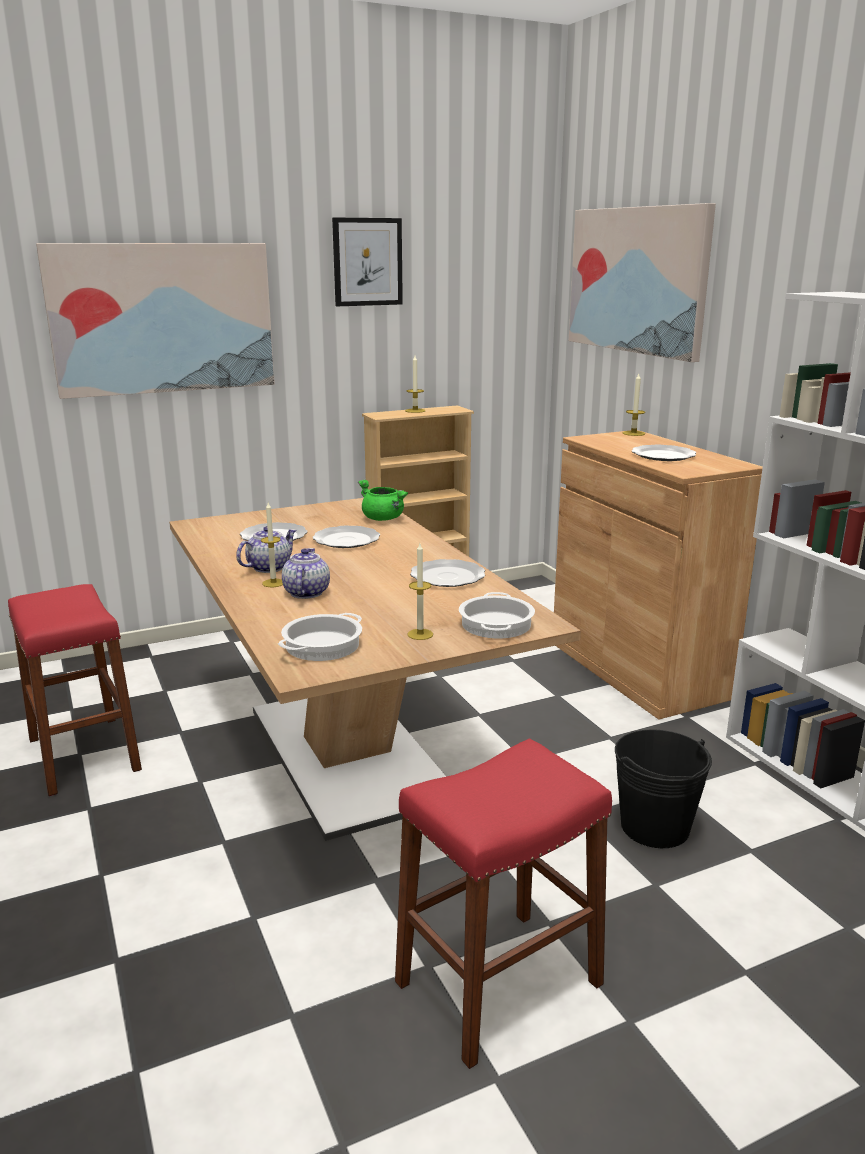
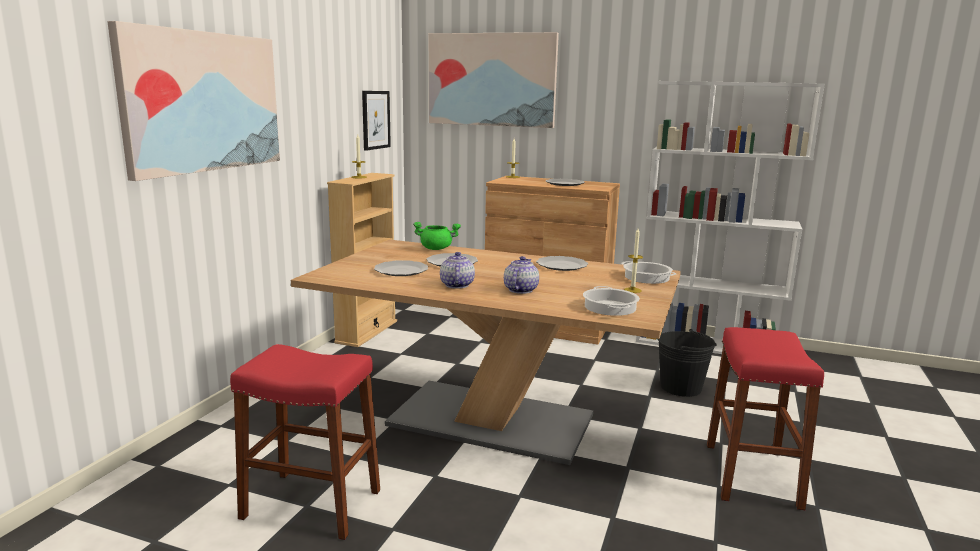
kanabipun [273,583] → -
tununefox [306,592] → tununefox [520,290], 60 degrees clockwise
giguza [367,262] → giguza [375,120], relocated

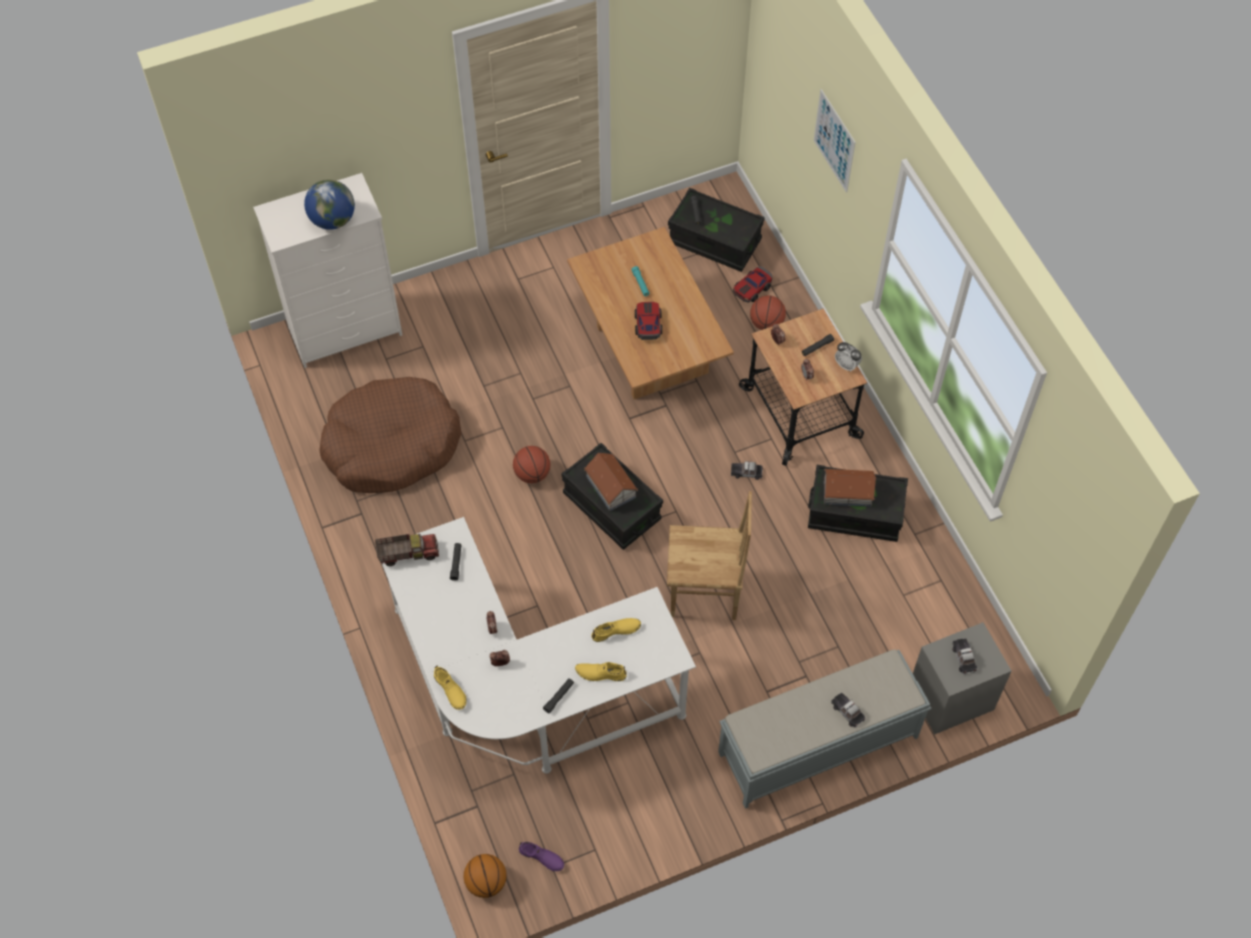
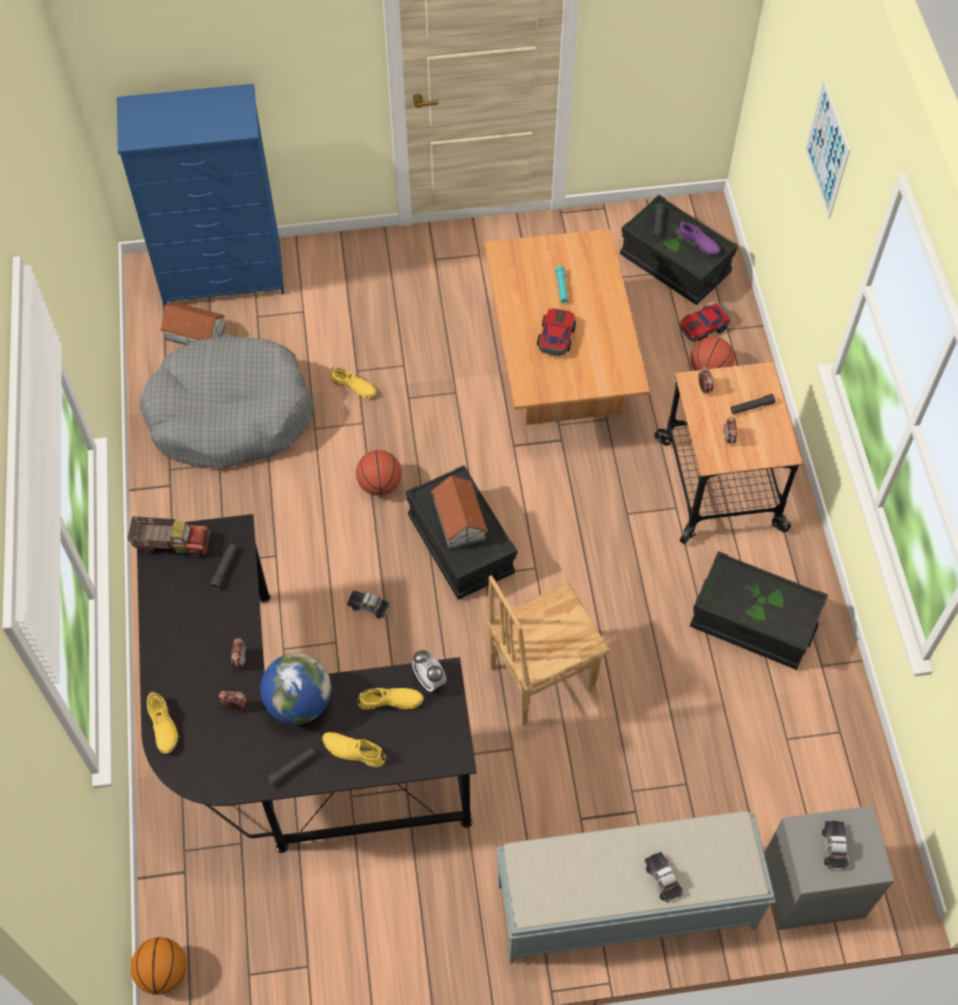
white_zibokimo [346,331] → blue_zibokimo [224,276]
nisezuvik [333,220] → nisezuvik [299,702], relocated
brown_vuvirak [391,445] → grey_vuvirak [230,415]
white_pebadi [524,692] → black_pebadi [286,744]
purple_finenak [541,858] → purple_finenak [698,243], relocated
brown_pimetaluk [705,594] → brown_pimetaluk [540,678], 135 degrees clockwise
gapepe [746,472] → gapepe [369,605], relocated
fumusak [848,492] → fumusak [196,333], relocated
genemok [846,365] → genemok [429,680], relocated
- → yellow_finenak [353,387]

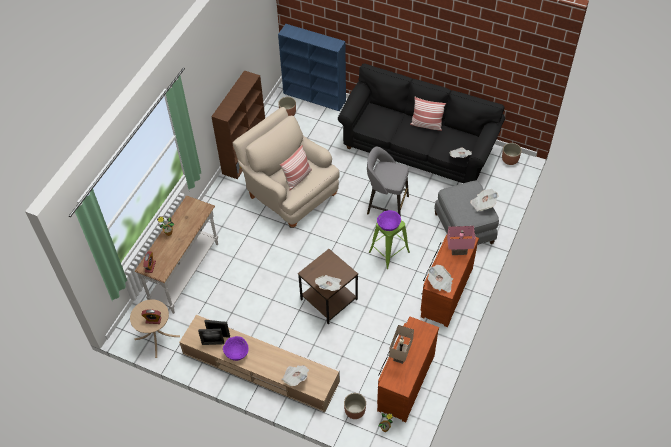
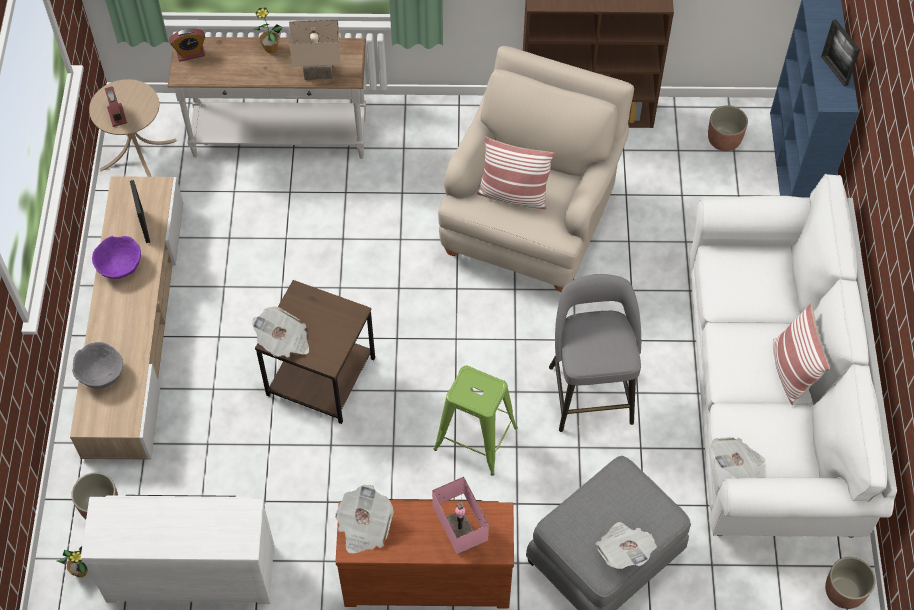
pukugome [213,343] → pukugome [834,70], relocated
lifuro [295,377] → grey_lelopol [101,373]
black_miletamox [418,148] → white_miletamox [769,399]
purple_lelopol [388,225] → -
brown_zibokimo [404,381] → white_zibokimo [191,569]
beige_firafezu [399,355] → beige_firafezu [319,71], relocated

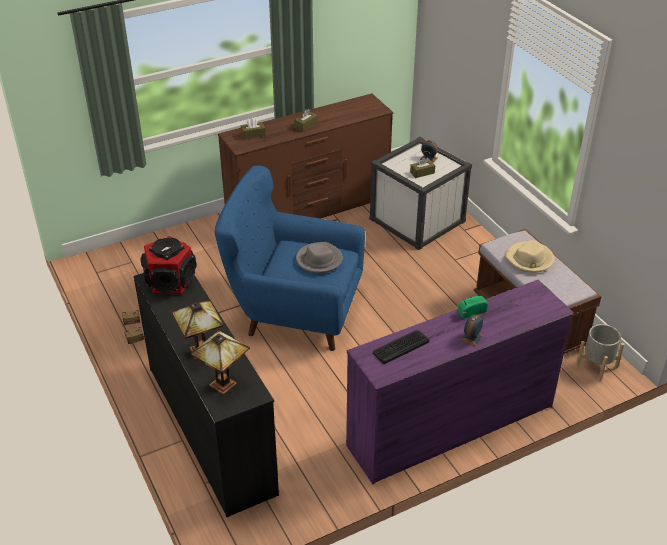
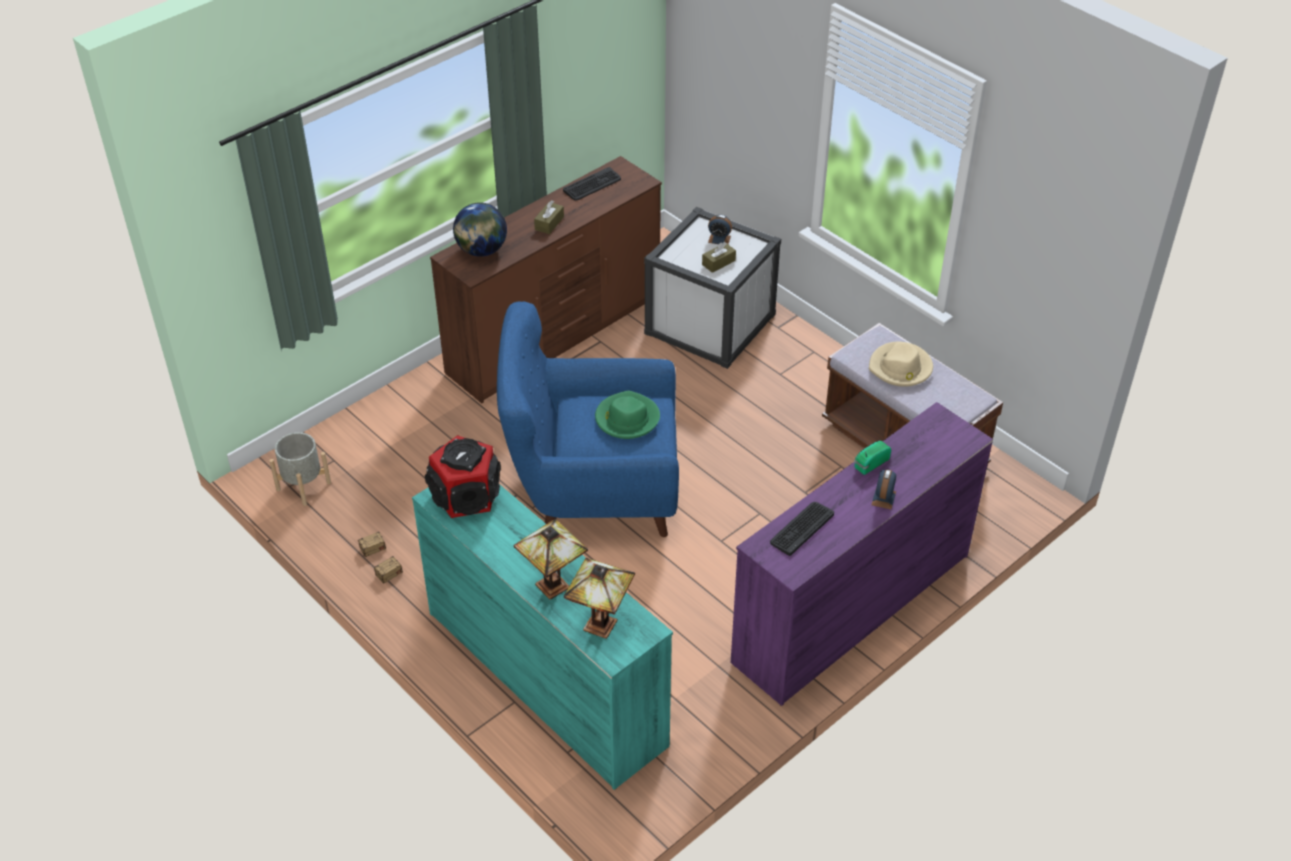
black_zibokimo [211,428] → turquoise_zibokimo [546,676]
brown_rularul [253,135] → nisezuvik [481,250]
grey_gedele [319,260] → green_gedele [627,418]
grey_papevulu [596,366] → grey_papevulu [303,486], relocated
- → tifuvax [592,185]

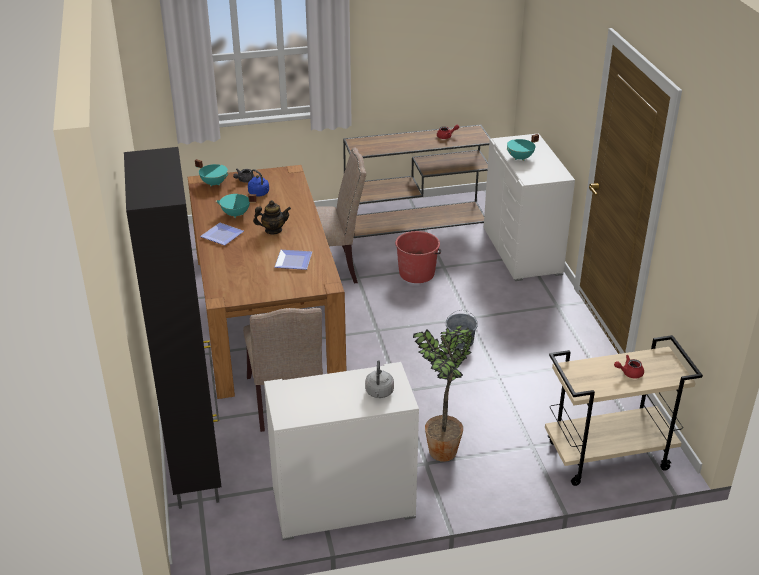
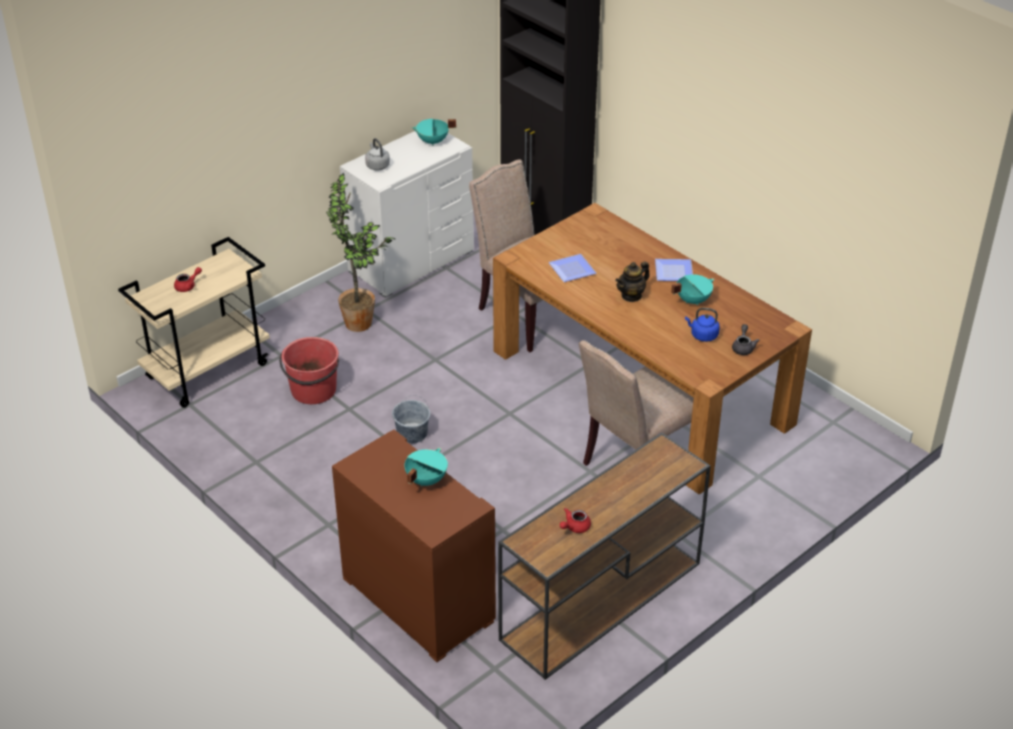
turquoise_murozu [214,183] → turquoise_murozu [433,142], relocated
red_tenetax [417,273] → red_tenetax [313,391], relocated
white_zibokimo [523,251] → brown_zibokimo [416,600]

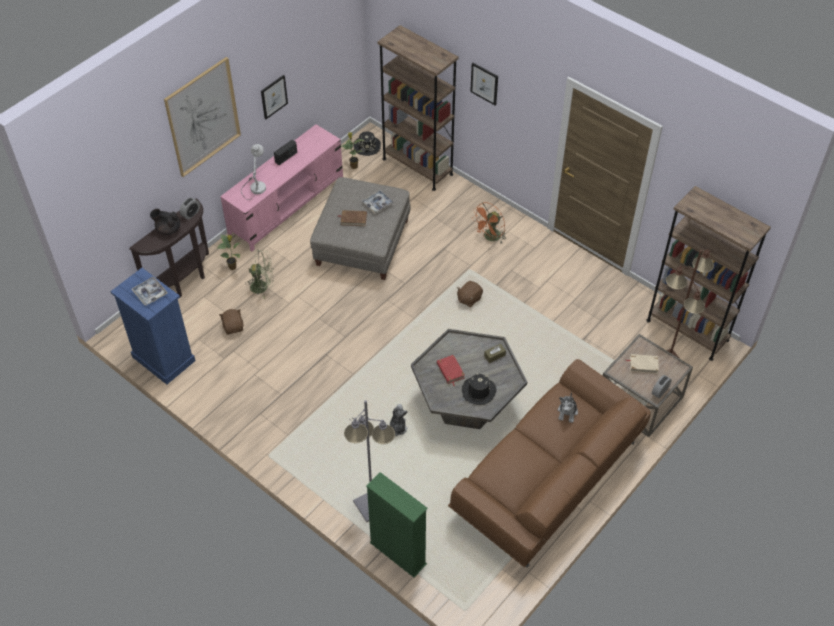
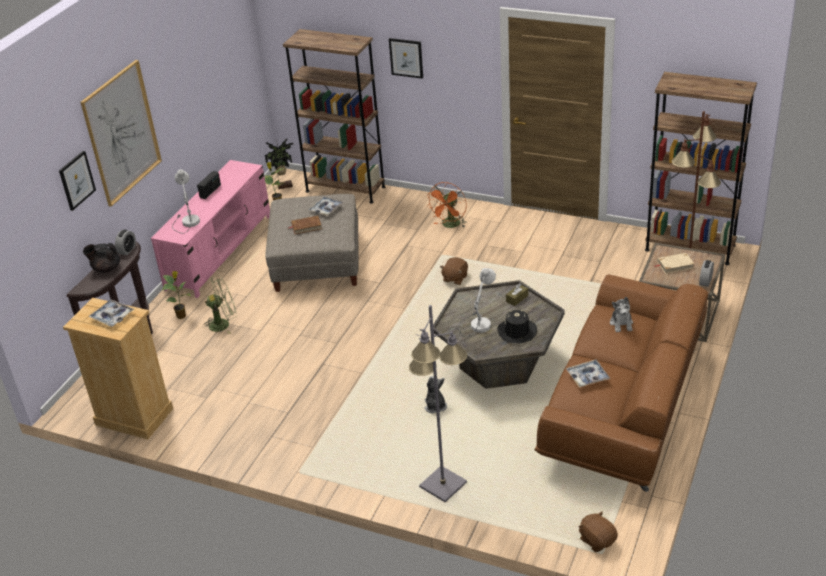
blue_zibokimo [163,359] → beige_zibokimo [134,417]
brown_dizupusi [233,327] → brown_dizupusi [597,540], relocated
giguza [274,96] → giguza [77,180], relocated
black_gedele [367,146] → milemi [284,186]
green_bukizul [398,553] → -
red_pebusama [450,371] → white_firafezu [477,323]
- → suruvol [587,377]

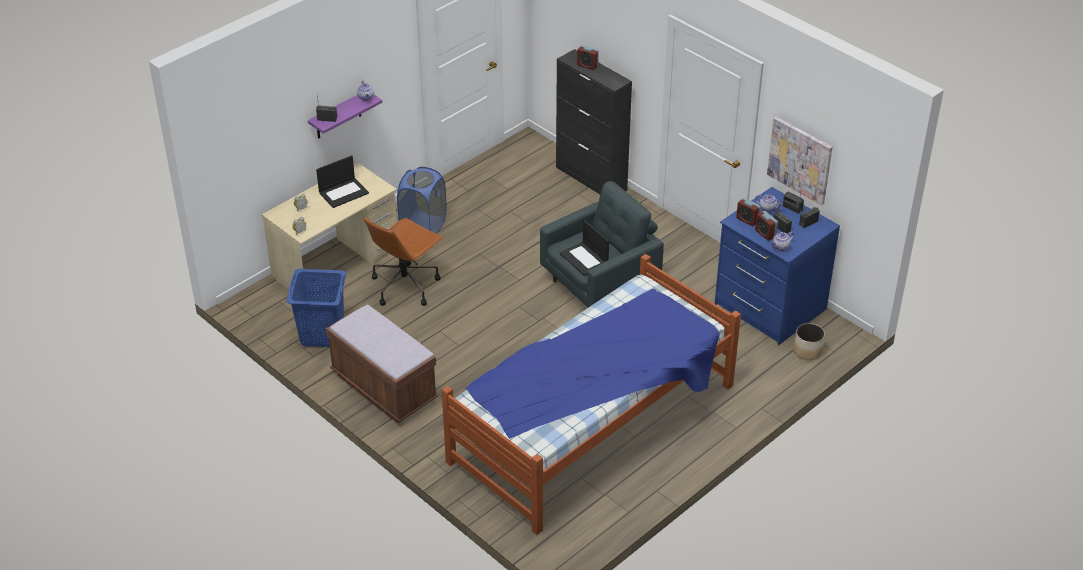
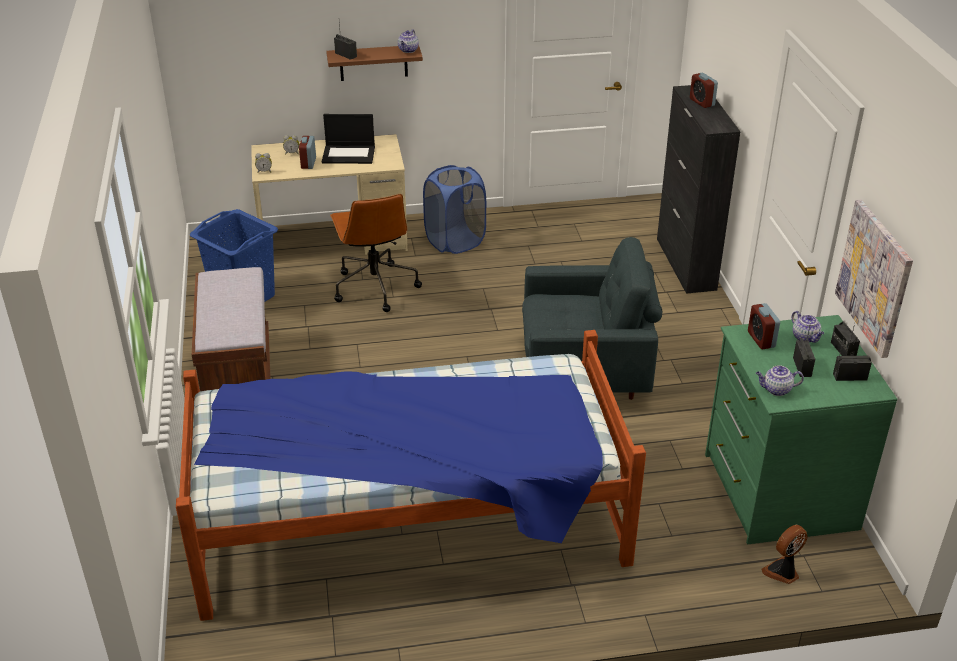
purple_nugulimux [338,115] → brown_nugulimux [373,63]
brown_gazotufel [405,285] → brown_gazotufel [374,287], 90 degrees counterclockwise
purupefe [584,259] → -
blue_zibokimo [769,307] → green_zibokimo [777,491]
genemok [765,234] → genemok [308,163], relocated
papevulu [807,351] → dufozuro [782,572]

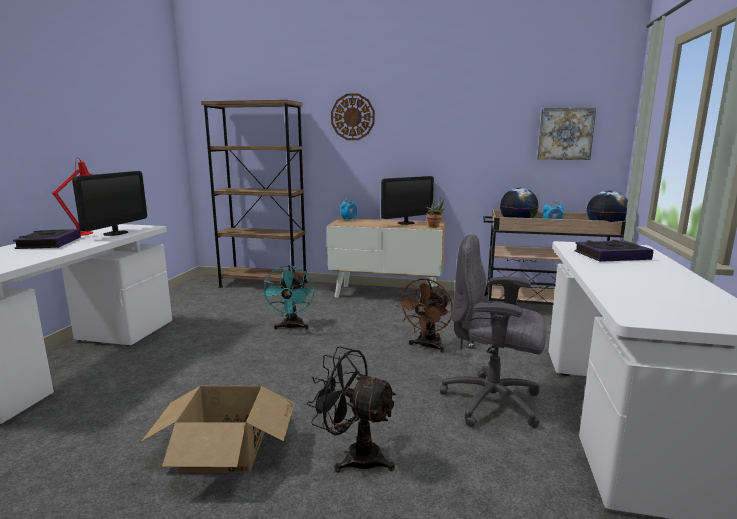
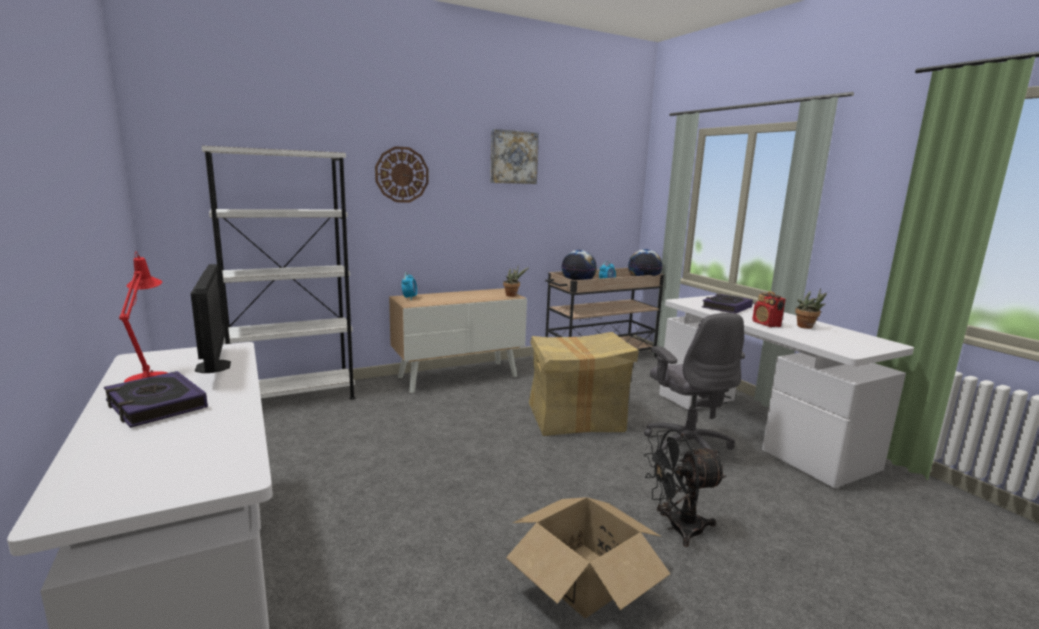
brown_bukizul [263,284] → white_bukizul [294,398]
turquoise_dufozuro [291,327] → -
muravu [406,223] → -
brown_dufozuro [427,346] → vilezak [576,418]
grey_gazotufel [493,403] → grey_gazotufel [687,447], 90 degrees counterclockwise
giguza [565,134] → giguza [513,157], relocated
- → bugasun [766,324]
- → milemi [807,327]

